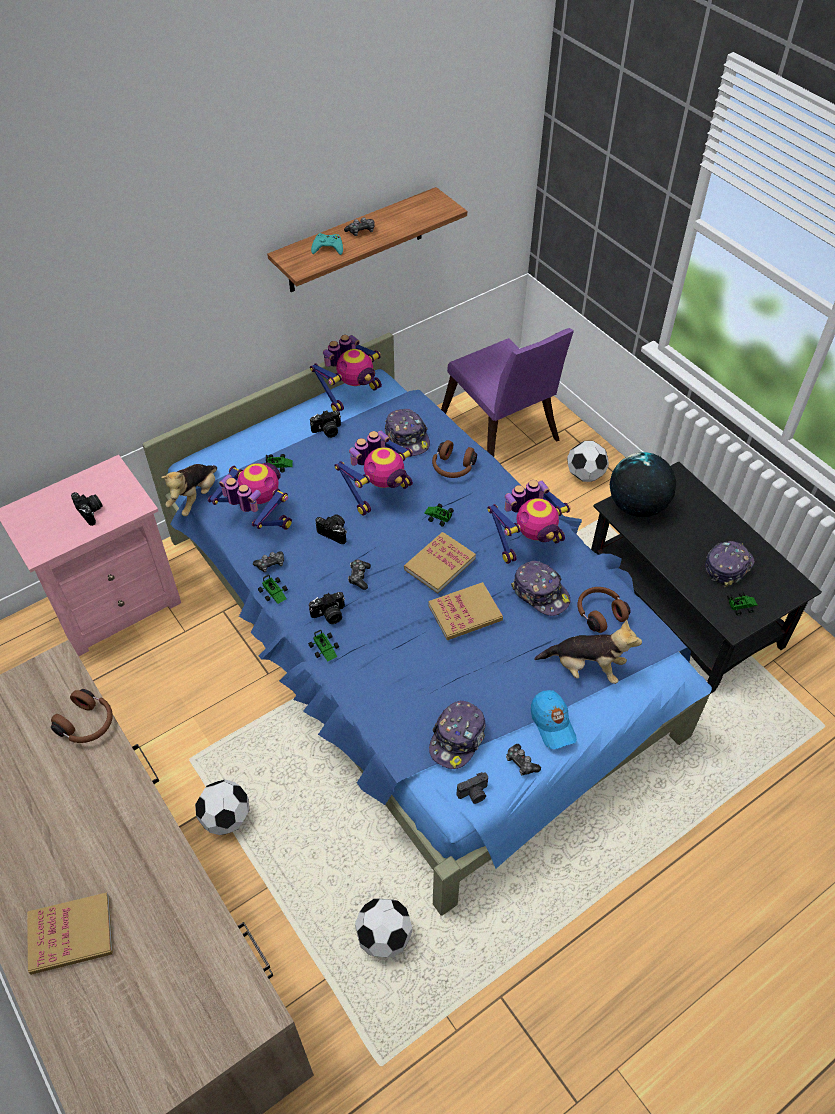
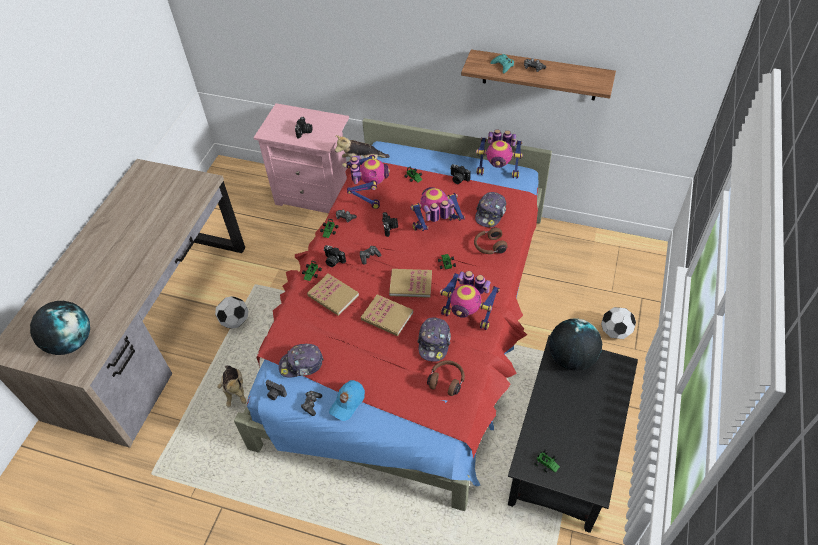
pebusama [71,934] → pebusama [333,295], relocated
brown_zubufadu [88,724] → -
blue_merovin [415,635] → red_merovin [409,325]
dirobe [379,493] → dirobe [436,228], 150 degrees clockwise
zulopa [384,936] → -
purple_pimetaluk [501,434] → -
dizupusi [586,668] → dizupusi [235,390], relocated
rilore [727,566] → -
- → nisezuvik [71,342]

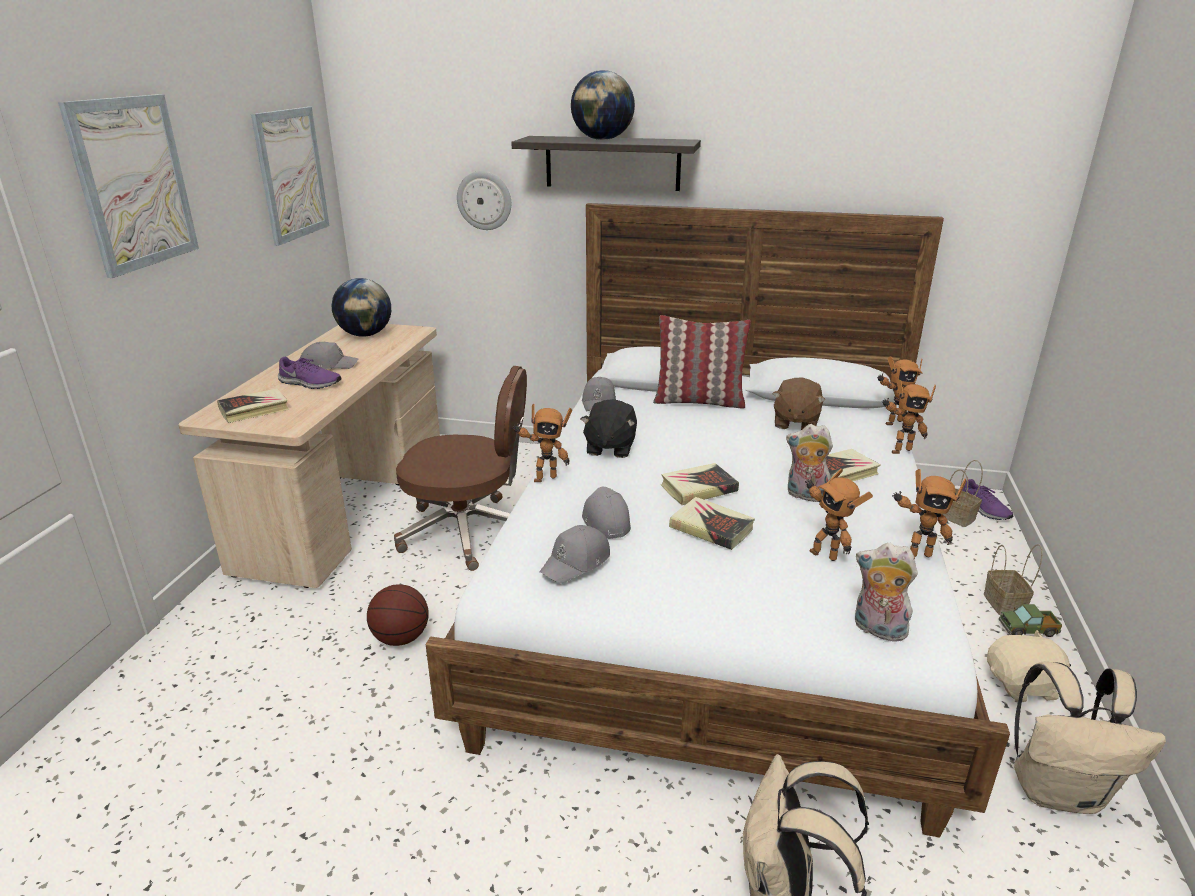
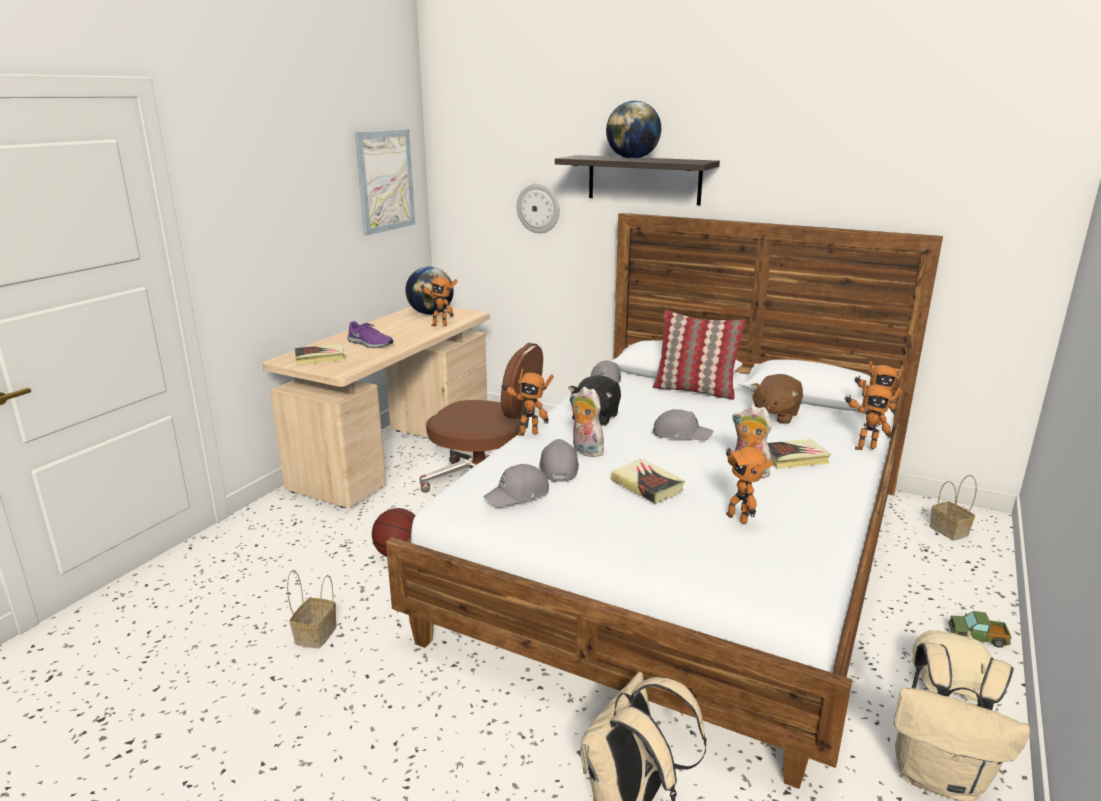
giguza [134,183] → -
grey_rilore [328,365] → grey_rilore [680,434], relocated
pebusama [698,488] → -
dizupusi [877,630] → dizupusi [585,451], relocated
dirobe [915,555] → dirobe [439,325], relocated
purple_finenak [983,509] → -
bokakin [1005,604] → bokakin [316,635], relocated

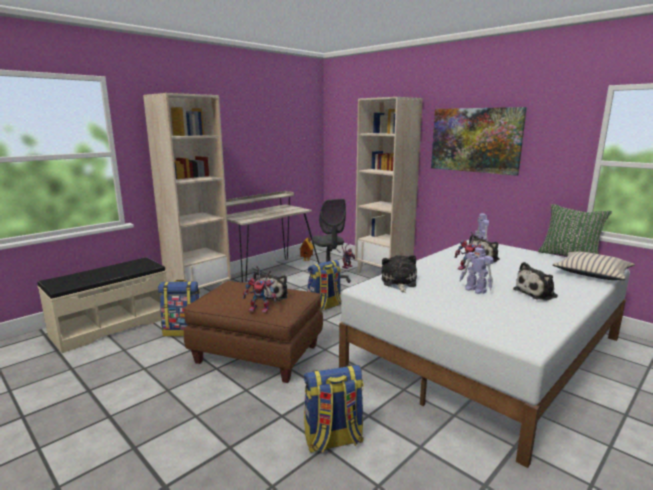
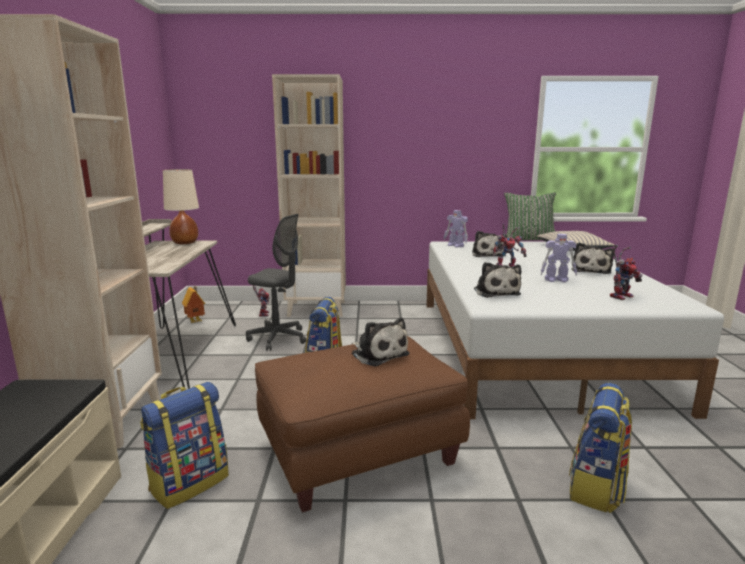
dirobe [261,309] → dirobe [620,296], relocated
dizupusi [398,283] → dizupusi [496,292], 150 degrees counterclockwise
giguza [475,140] → -
- → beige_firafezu [184,243]

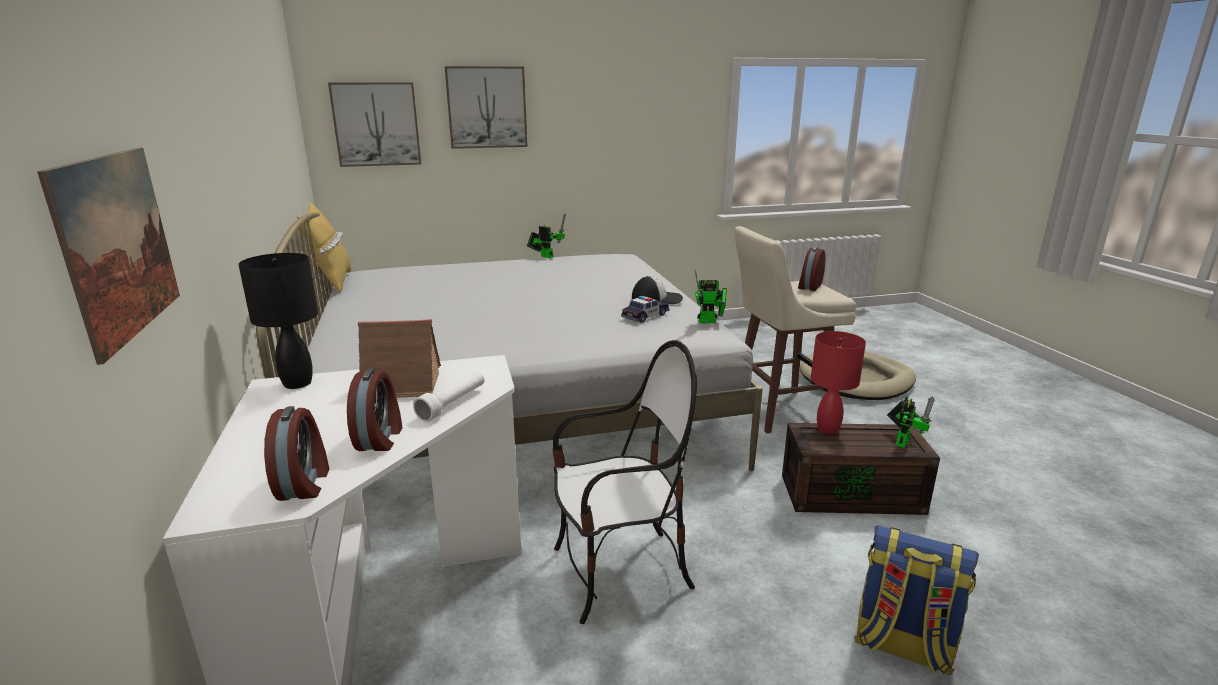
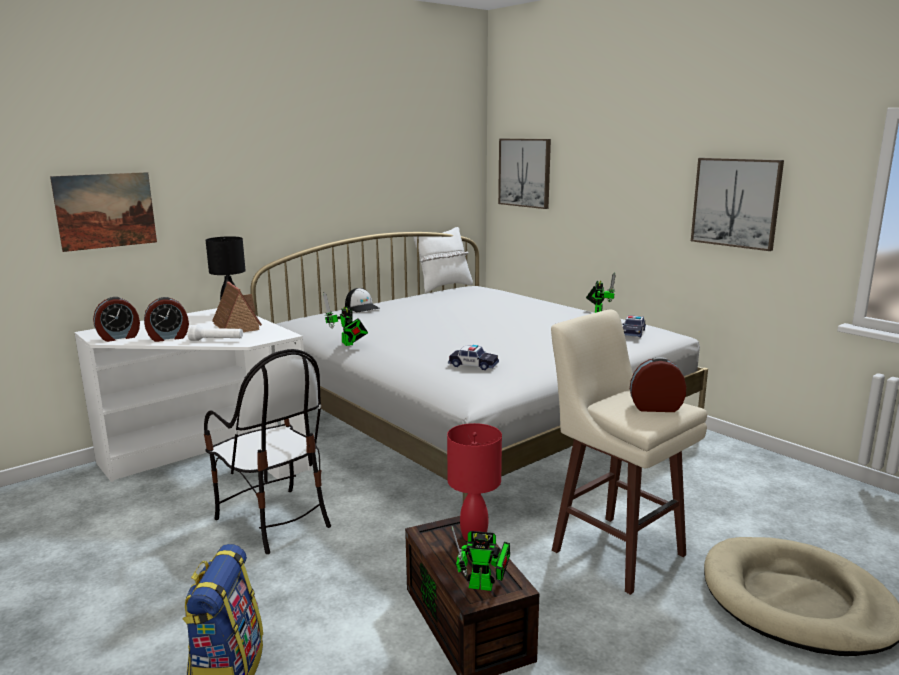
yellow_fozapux [332,282] → white_fozapux [443,287]
giguza [487,107] → giguza [736,202], relocated
rilore [657,299] → rilore [362,307], relocated
dirobe [710,321] → dirobe [348,344], relocated
- → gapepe [633,332]

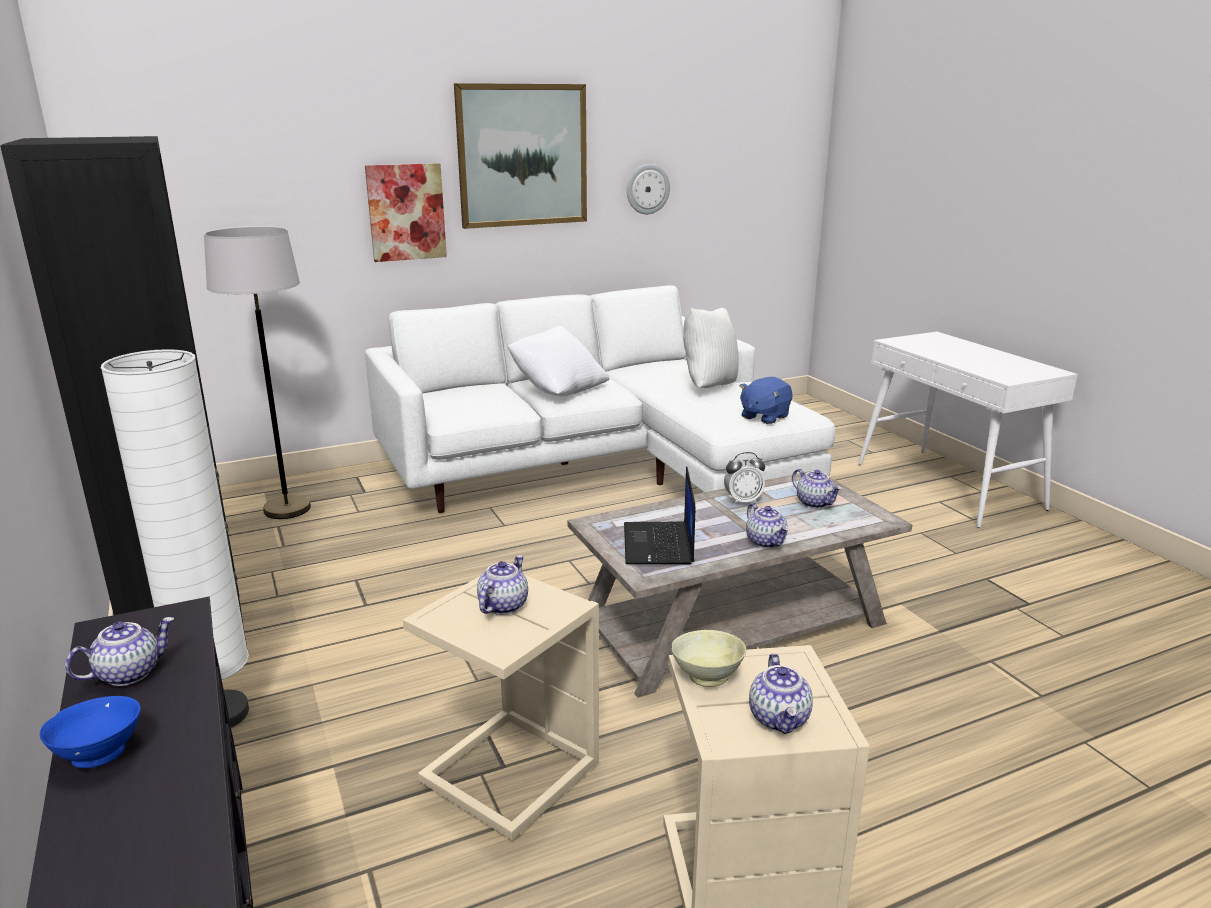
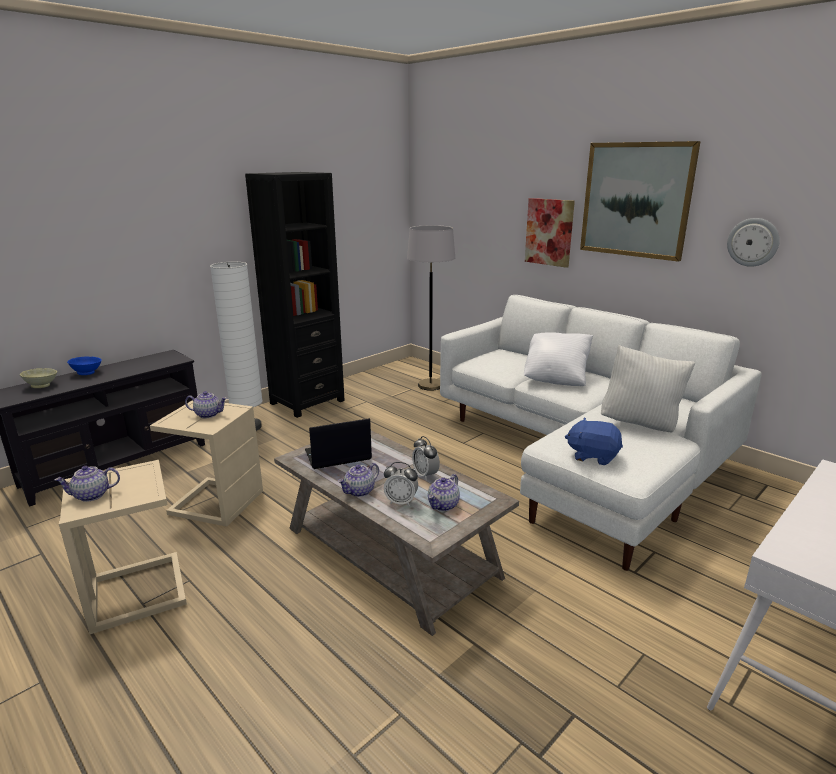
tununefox [129,673] → -
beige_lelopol [708,676] → beige_lelopol [42,386], relocated
- → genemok [401,502]

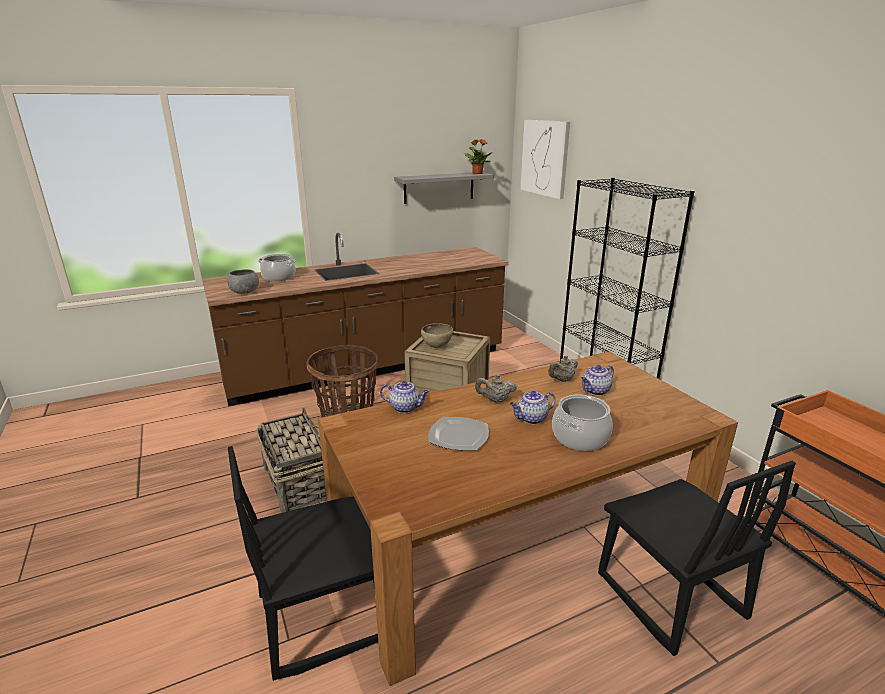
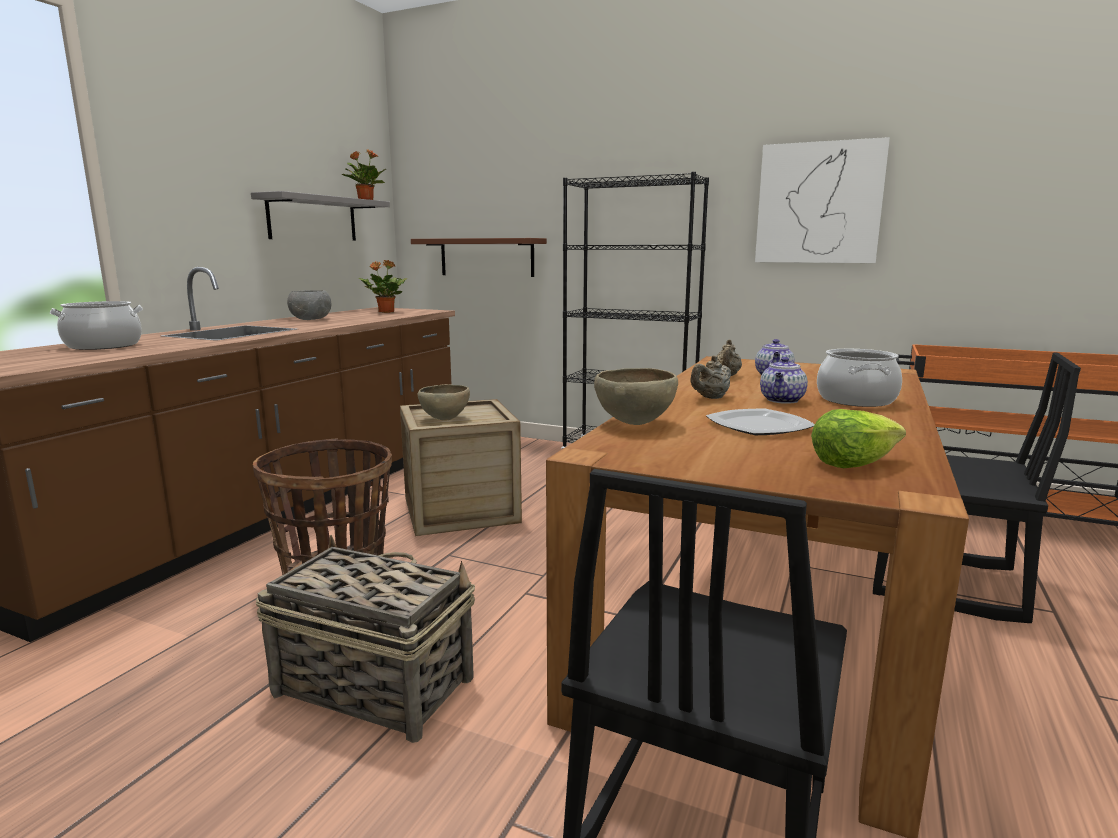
grey_lelopol [245,292] → grey_lelopol [311,319], relocated
tununefox [405,407] → brown_lelopol [635,423]
giguza [545,158] → giguza [819,203], relocated
- → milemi [385,312]
- → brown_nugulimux [486,257]
- → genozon [852,463]

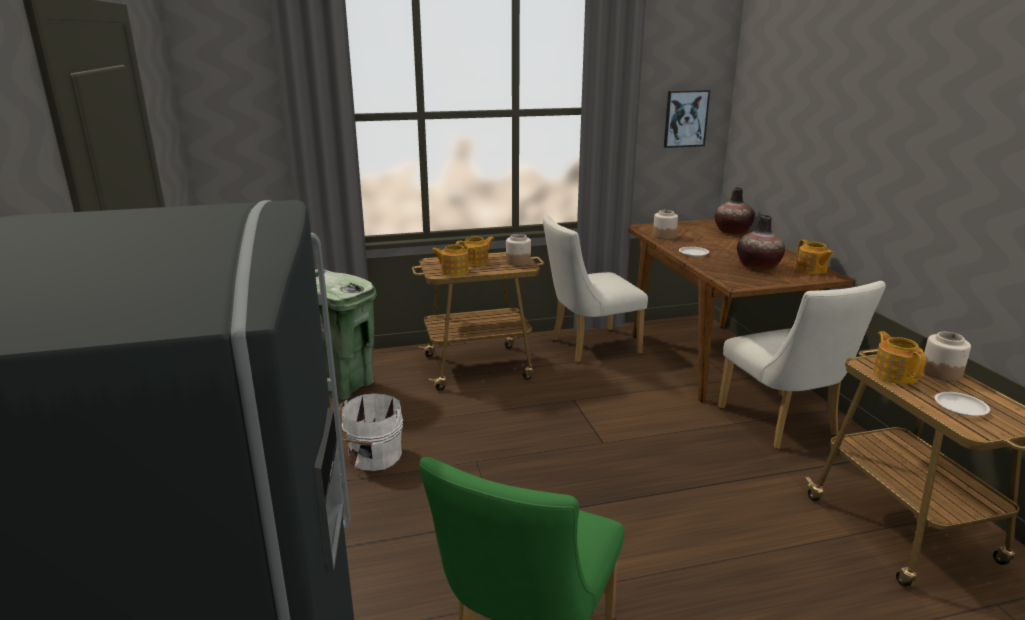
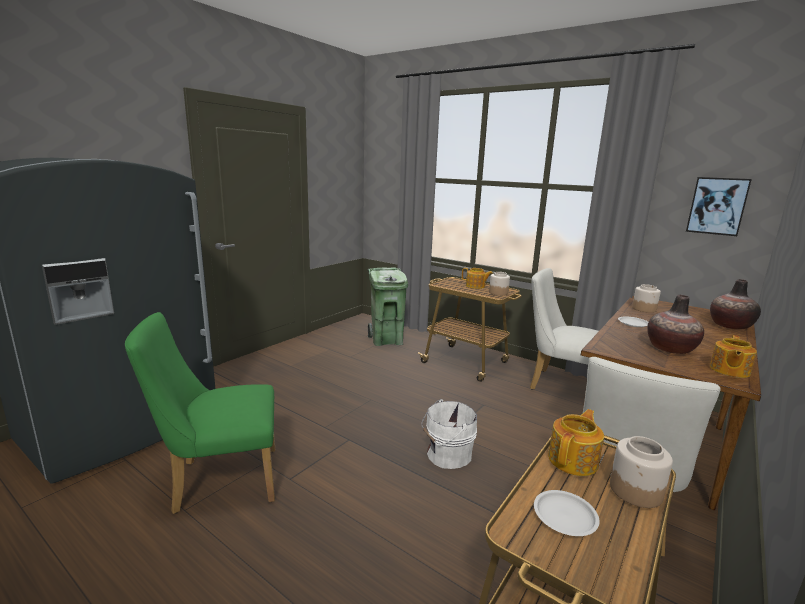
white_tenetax [373,457] → white_tenetax [446,455], relocated
tununefox [454,271] → -

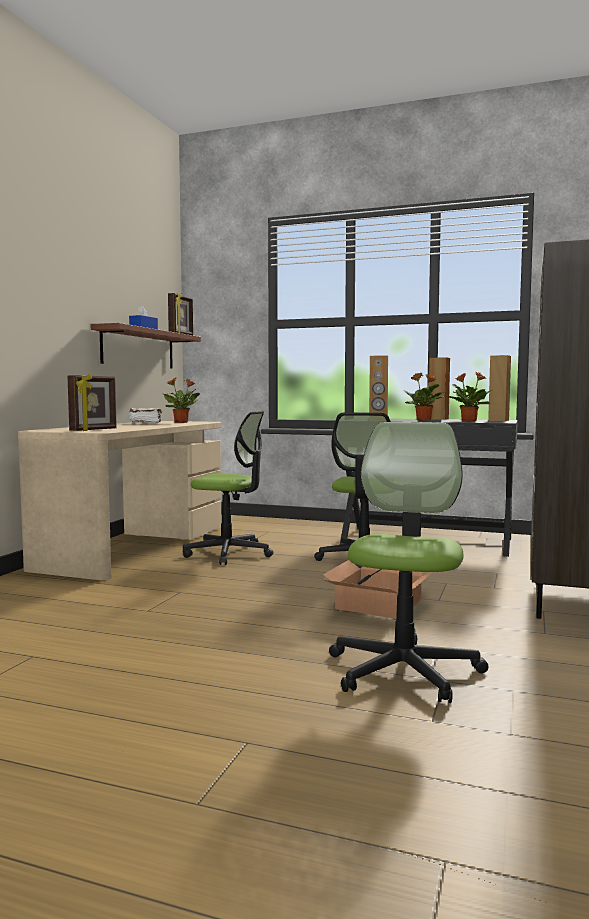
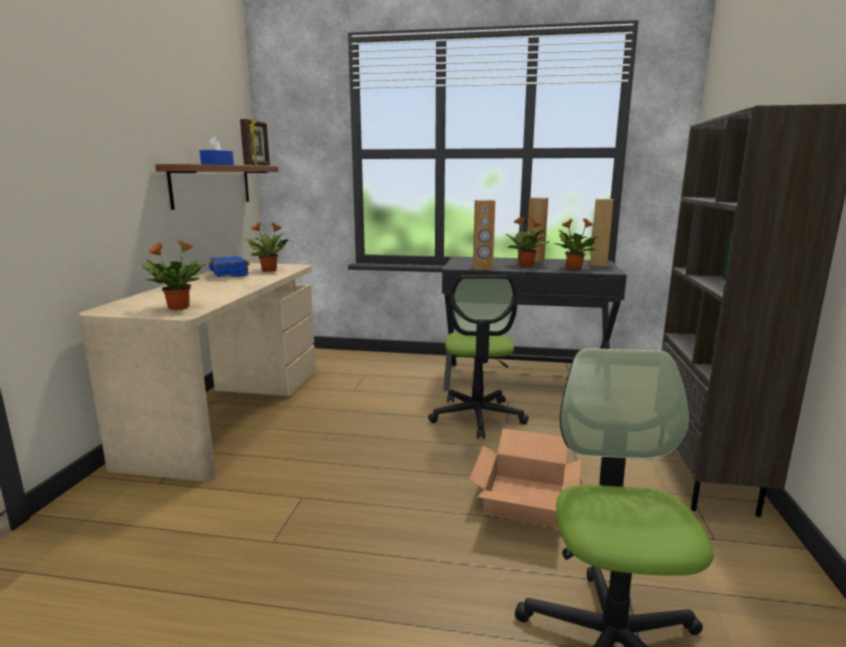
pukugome [94,430] → milemi [177,308]
white_pebusama [145,423] → blue_pebusama [230,275]
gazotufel [229,553] → -

